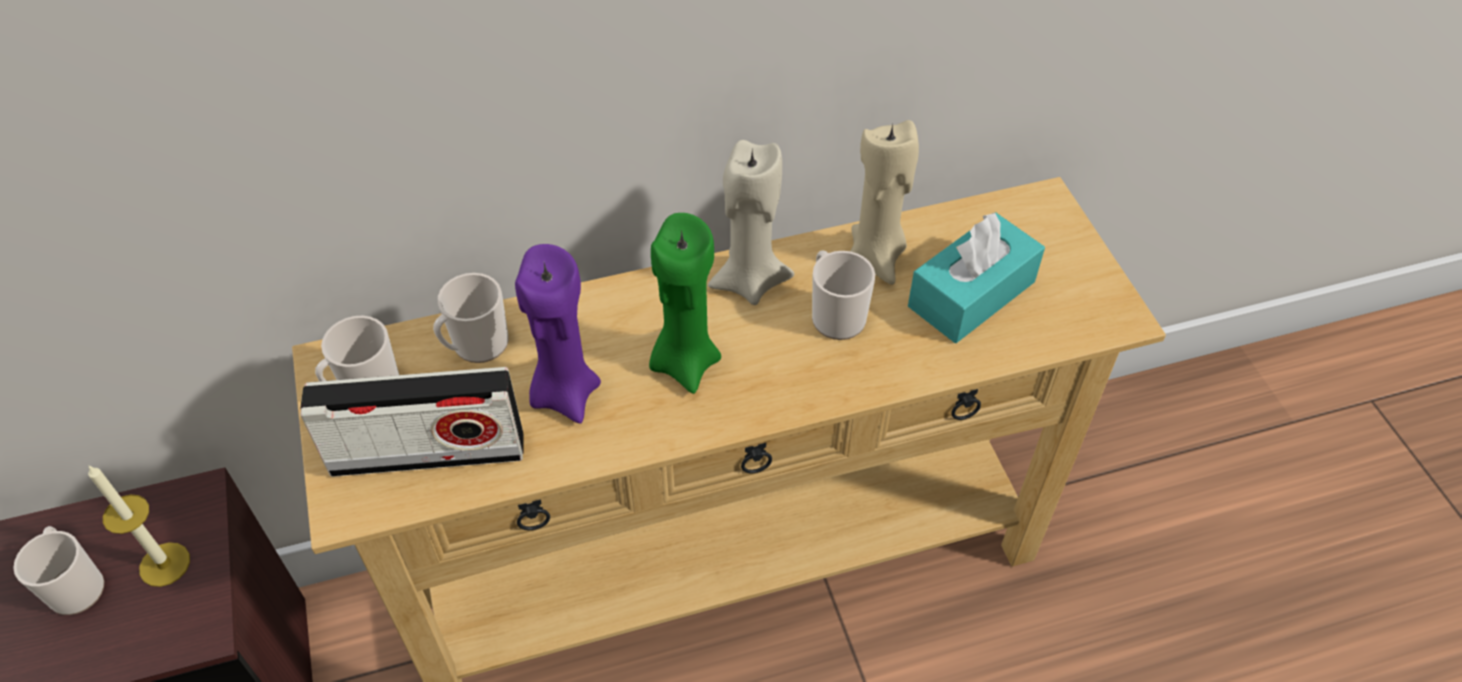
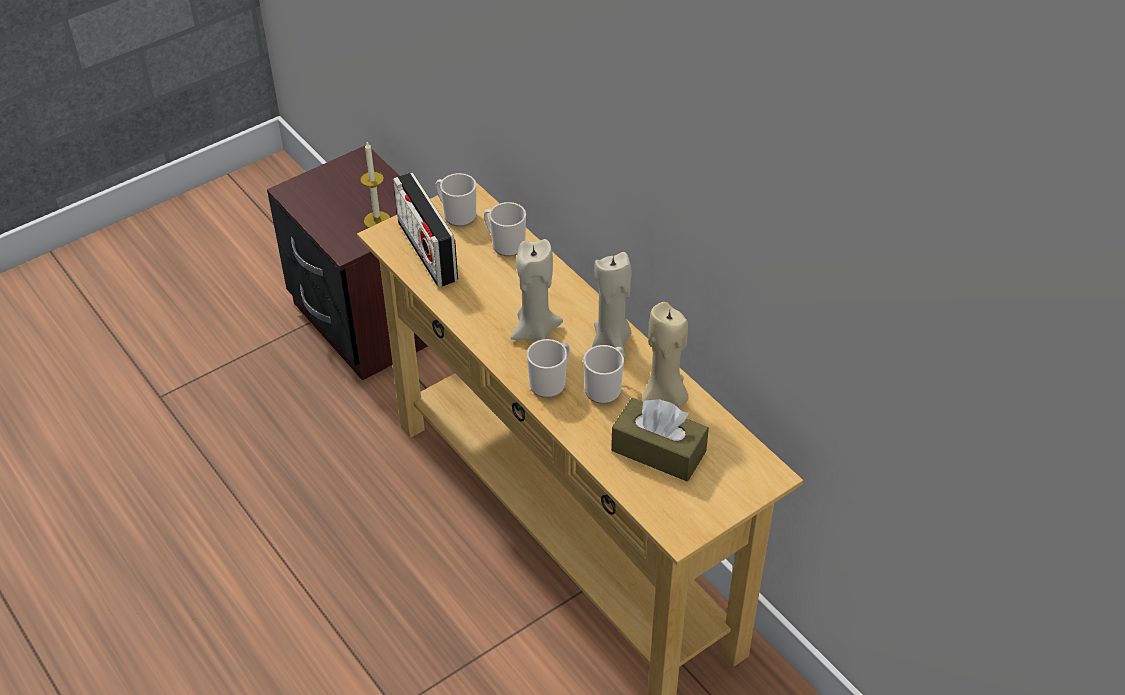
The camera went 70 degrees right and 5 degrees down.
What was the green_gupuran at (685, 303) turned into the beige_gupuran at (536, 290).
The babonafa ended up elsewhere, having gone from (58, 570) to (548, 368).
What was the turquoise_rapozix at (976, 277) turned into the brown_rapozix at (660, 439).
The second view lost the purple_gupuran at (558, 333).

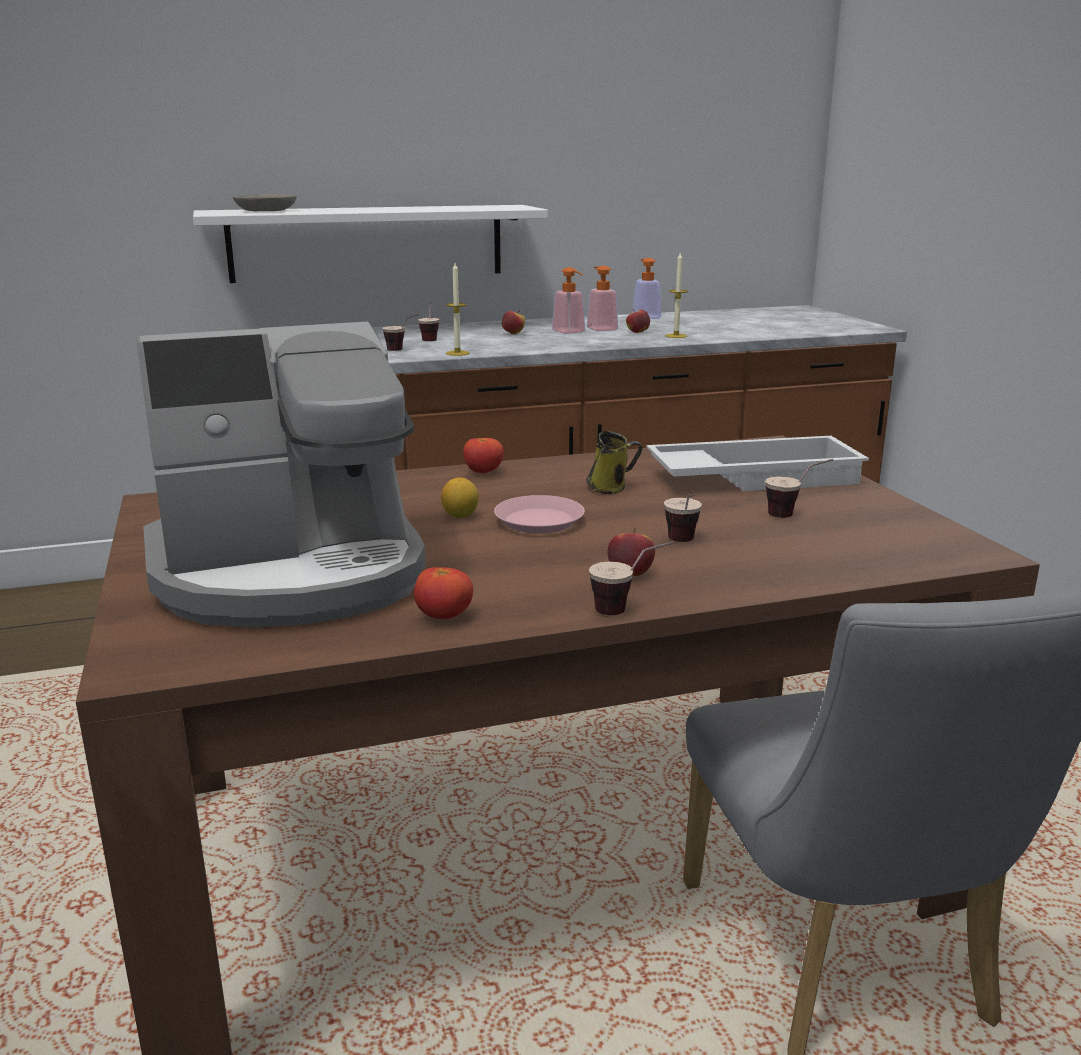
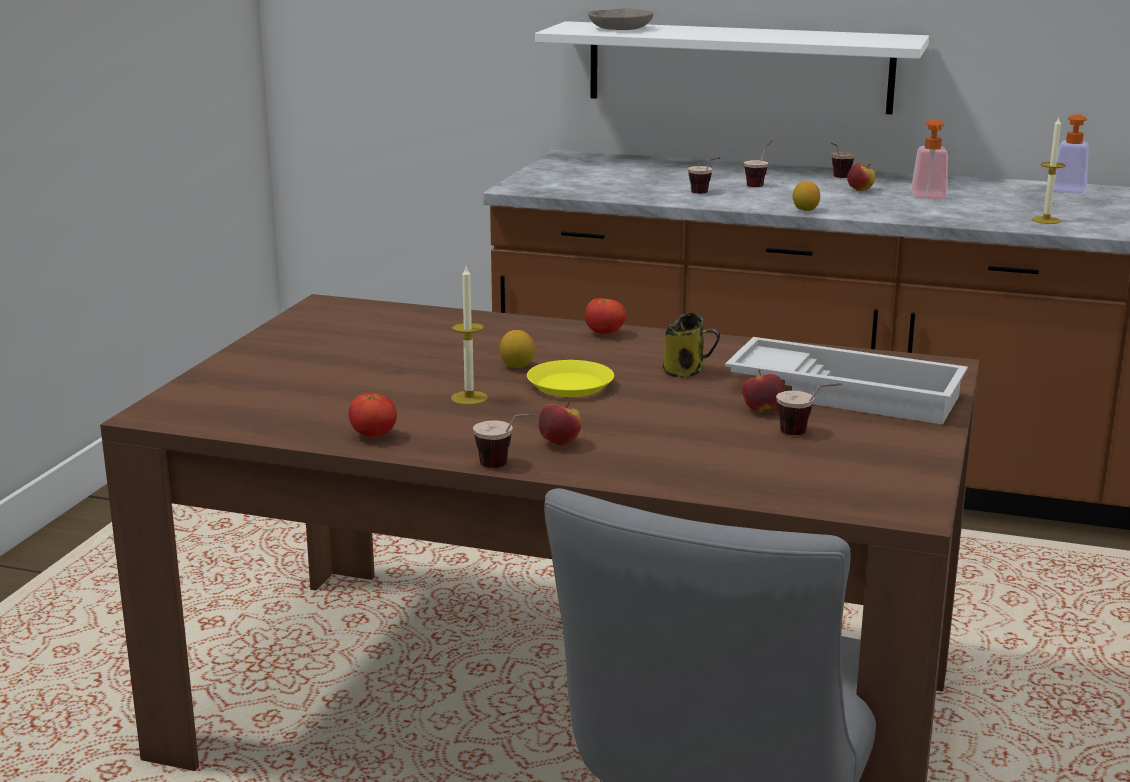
The camera went 35 degrees right and 0 degrees up.
The gupuran ended up elsewhere, having gone from (458, 309) to (469, 335).
What was the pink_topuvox at (539, 514) turned into the yellow_topuvox at (570, 378).
The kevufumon ended up elsewhere, having gone from (638, 321) to (763, 391).
The second view gained the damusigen at (806, 196).
The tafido ended up elsewhere, having gone from (683, 518) to (843, 160).
The second view lost the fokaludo at (281, 475).
The second view lost the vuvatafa at (602, 299).

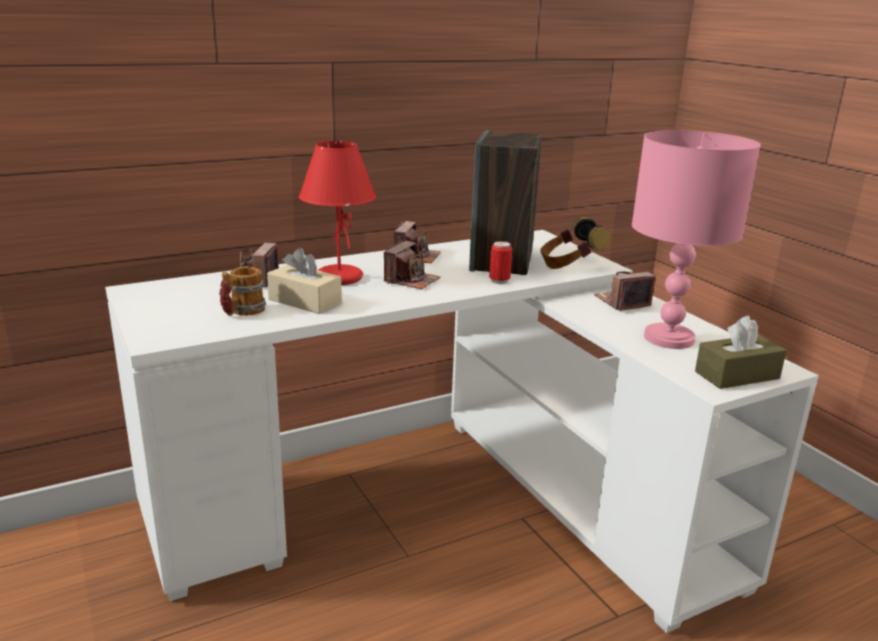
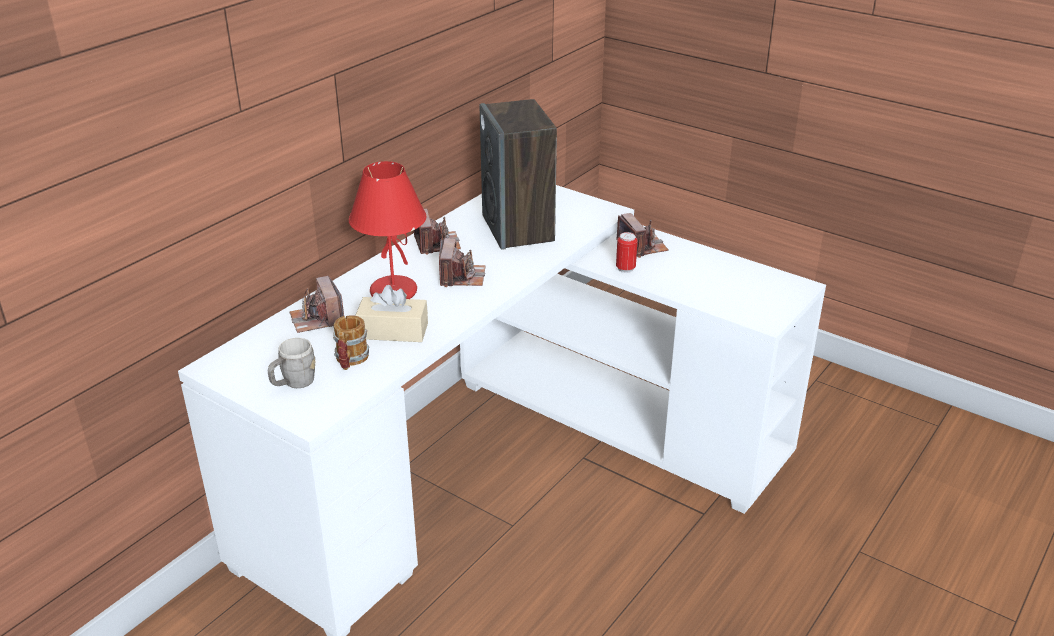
The camera went 25 degrees left and 10 degrees up.
The second view gained the grey_babonafa at (292, 363).
The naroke at (625, 291) ended up facing another way, 120 degrees clockwise from before.
The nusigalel ended up elsewhere, having gone from (500, 262) to (627, 252).
The second view lost the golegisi at (575, 243).
The second view lost the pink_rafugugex at (696, 239).
The second view lost the brown_rapozix at (741, 352).

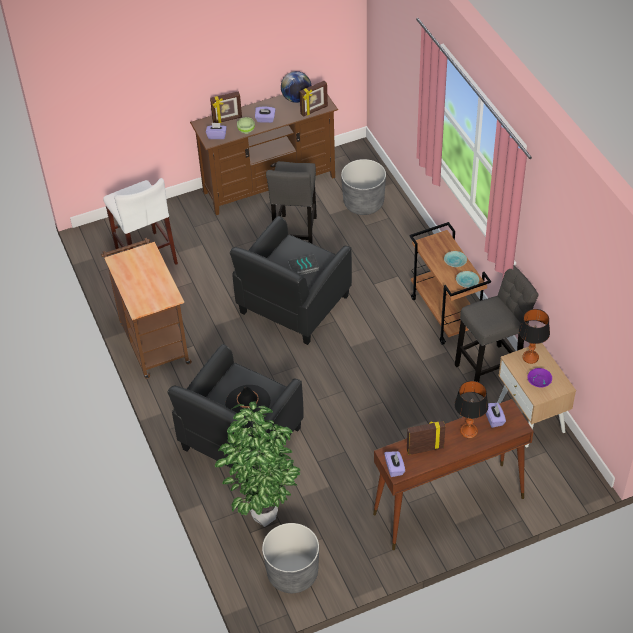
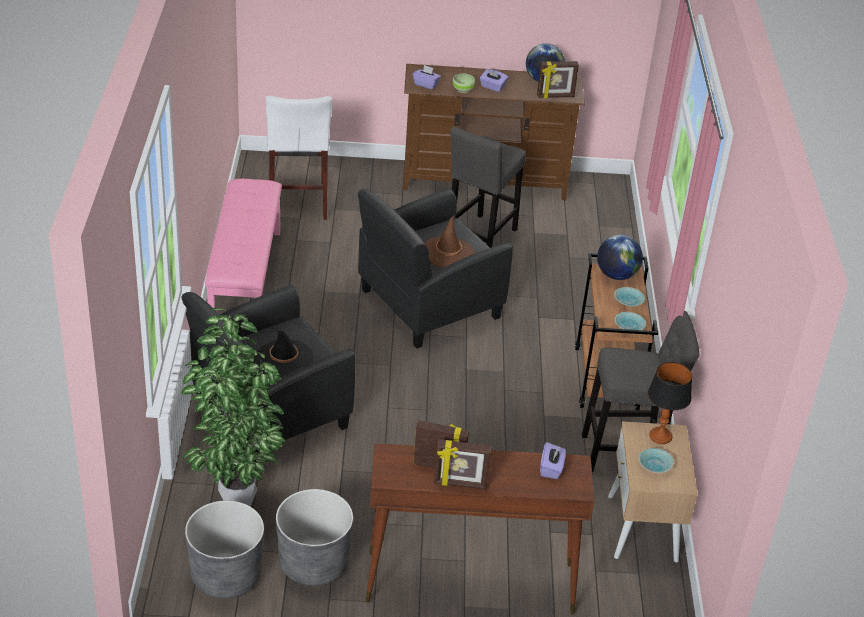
The camera went 20 degrees right and 10 degrees down.
Where the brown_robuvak stood at (146, 308), the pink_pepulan came to stand at (243, 243).
The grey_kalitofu ended up elsewhere, having gone from (363, 187) to (314, 537).
Where the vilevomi stood at (303, 264), the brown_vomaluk came to stand at (450, 241).
The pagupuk ended up elsewhere, having gone from (226, 107) to (462, 464).
The second view gained the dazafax at (620, 257).
What was the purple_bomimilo at (540, 377) turned into the turquoise_bomimilo at (656, 460).
The second view lost the purple_rapozix at (394, 464).
The second view lost the rafugugex at (471, 409).

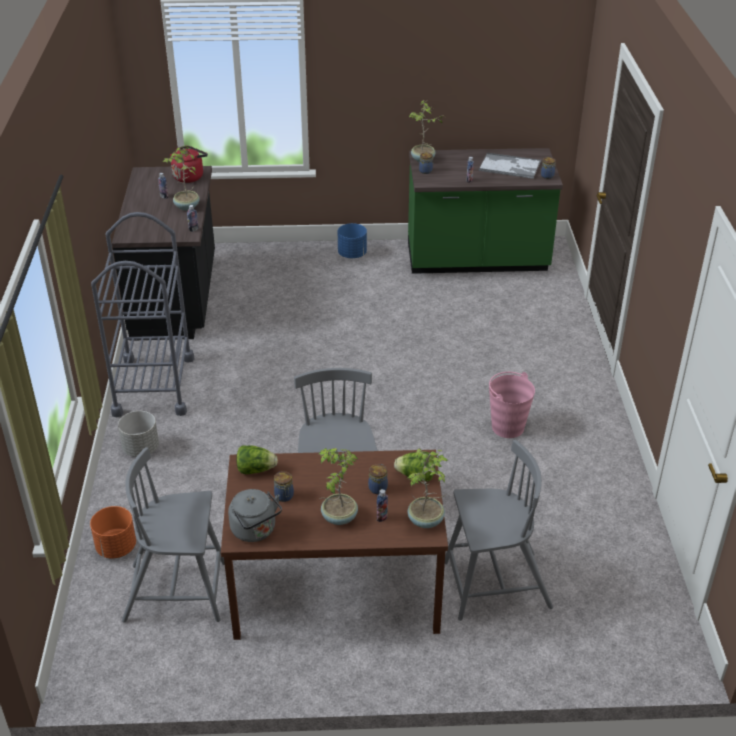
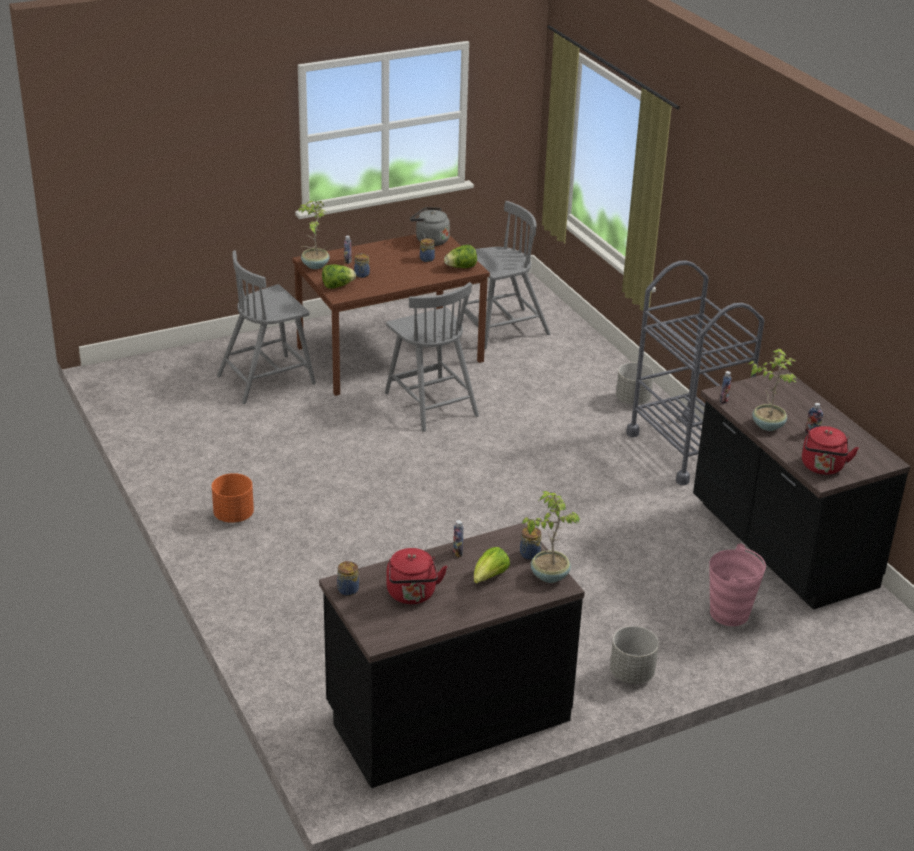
The camera went 155 degrees right and 5 degrees down.
The orange_kalitofu ended up elsewhere, having gone from (113, 532) to (233, 498).
What was the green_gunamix at (485, 211) turned into the black_gunamix at (452, 655).
Where the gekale stood at (510, 166), the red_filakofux came to stand at (417, 576).
The second view gained the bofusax at (492, 565).
What was the blue_kalitofu at (352, 240) turned into the grey_kalitofu at (634, 655).
The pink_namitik ended up elsewhere, having gone from (512, 405) to (737, 584).
The second view lost the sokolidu at (338, 486).

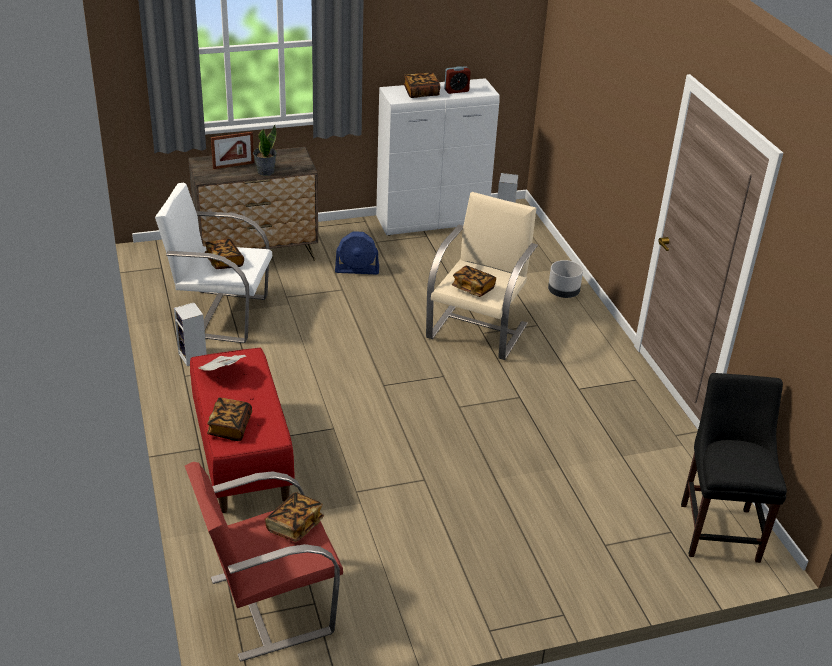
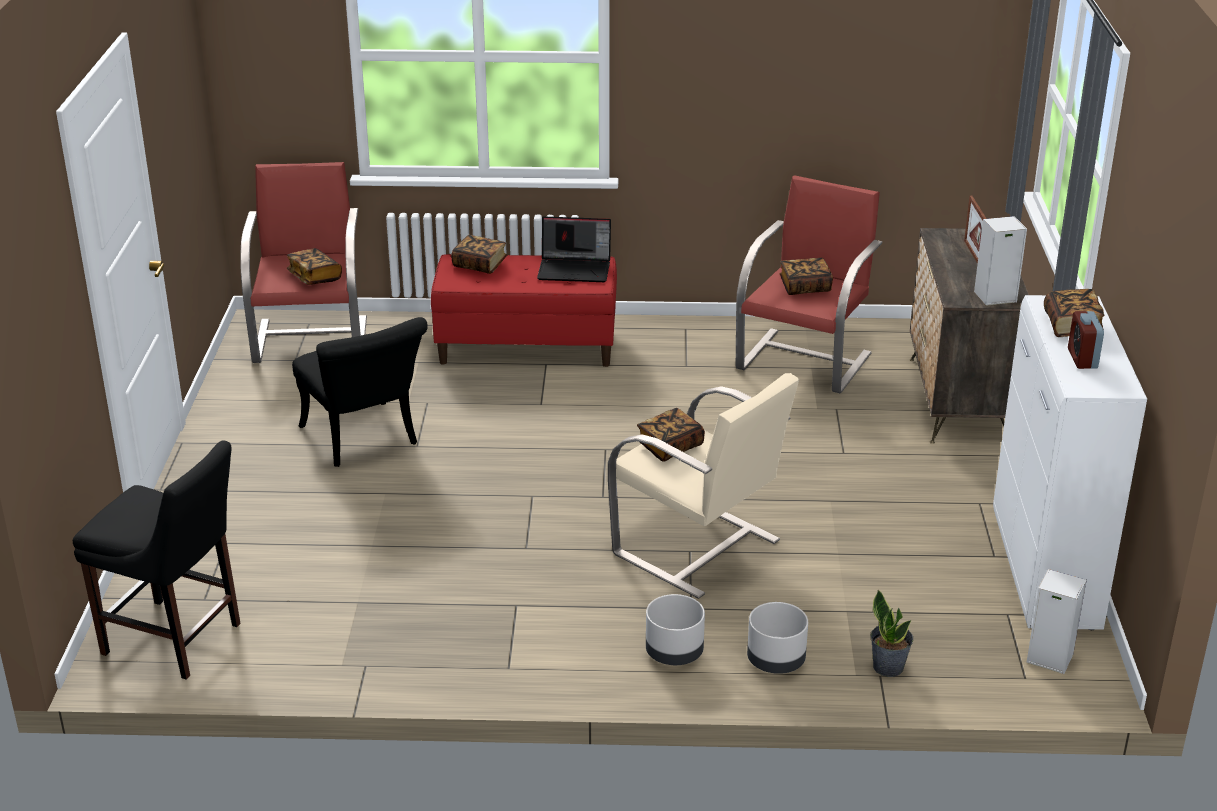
The camera went 110 degrees right and 5 degrees down.
The second view gained the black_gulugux at (359, 392).
Where the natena stood at (222, 363), the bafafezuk came to stand at (574, 249).
The second view gained the grey_kalitofu at (675, 629).
What was the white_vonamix at (213, 263) turned into the red_vonamix at (809, 284).
The sokolidu ended up elsewhere, having gone from (265, 150) to (891, 633).
The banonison ended up elsewhere, having gone from (190, 334) to (1000, 261).
The second view lost the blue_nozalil at (357, 252).

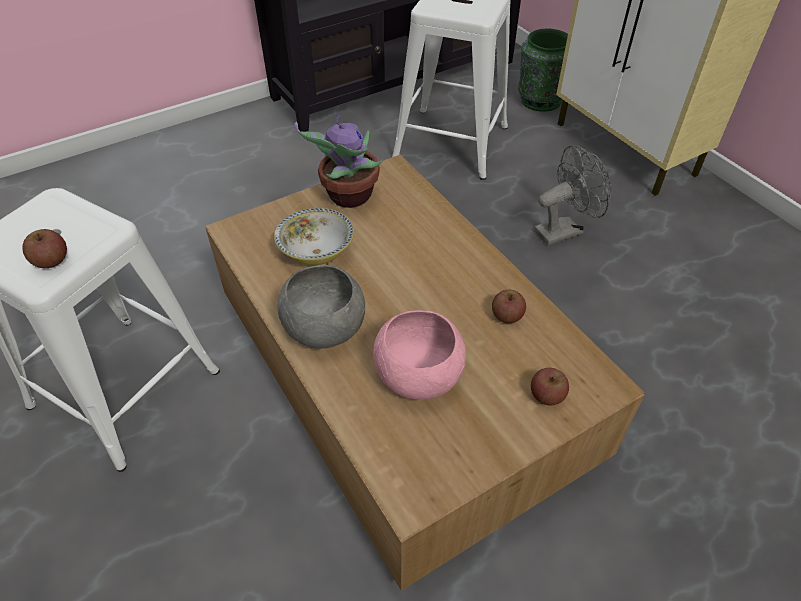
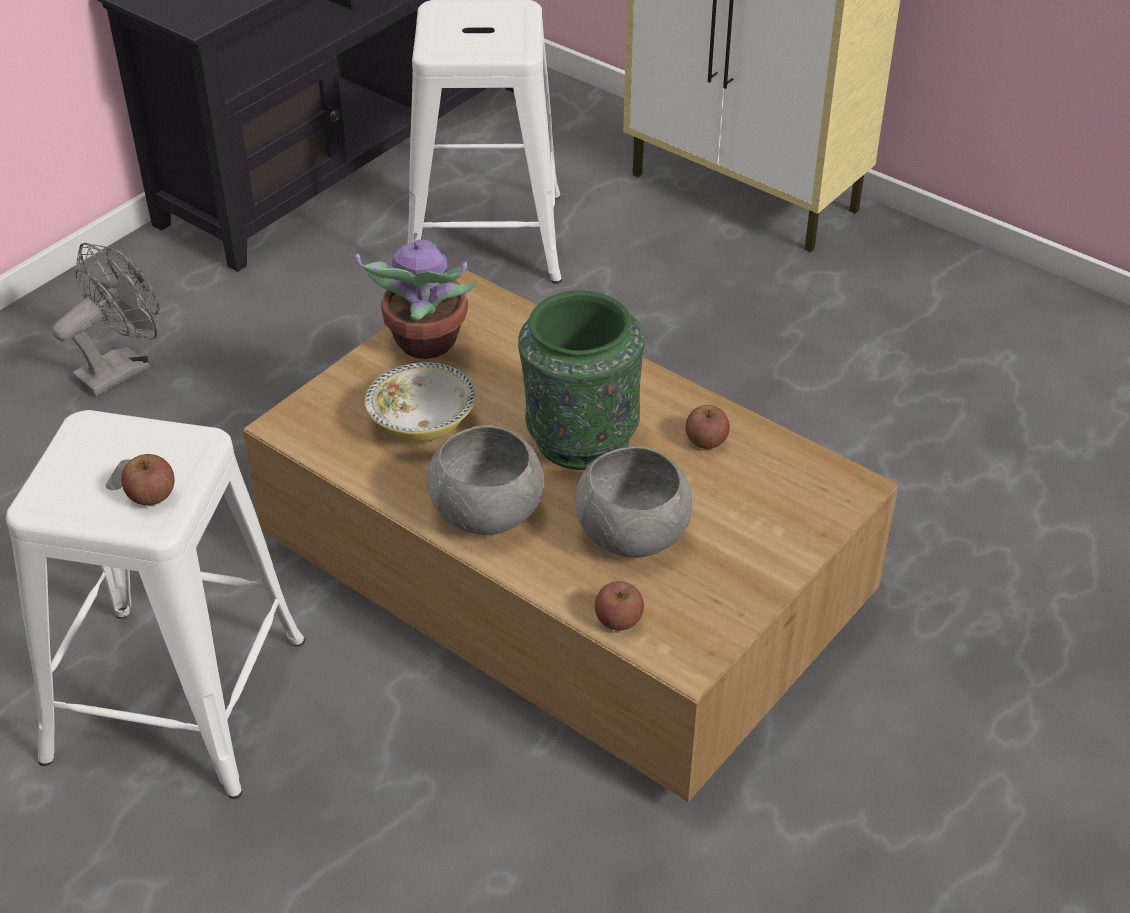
The camera went 20 degrees left and 5 degrees down.
The grey_nozalil ended up elsewhere, having gone from (573, 195) to (106, 319).
The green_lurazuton ended up elsewhere, having gone from (543, 70) to (581, 380).
What was the pink_bomimilo at (419, 355) turned into the grey_bomimilo at (634, 502).
The kevufumon ended up elsewhere, having gone from (550, 386) to (619, 606).

